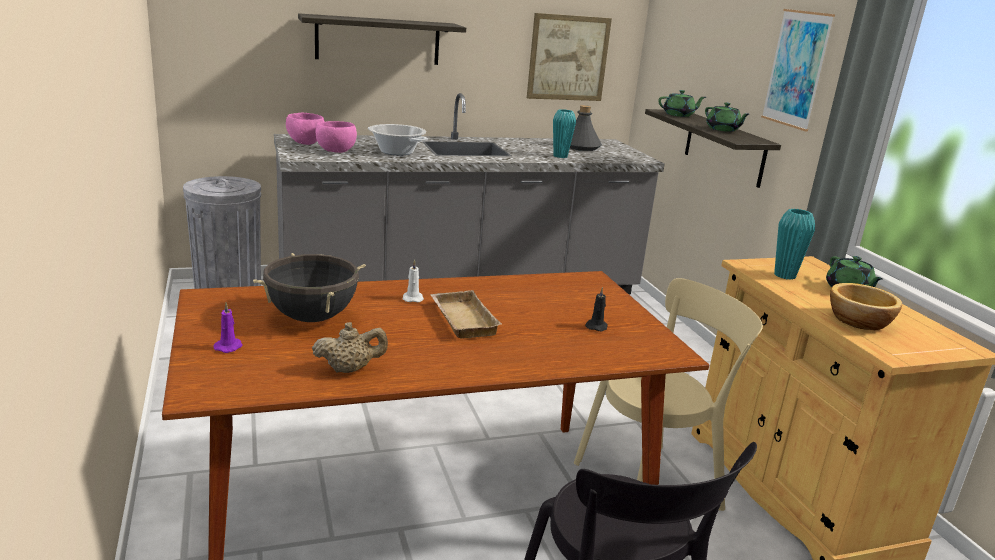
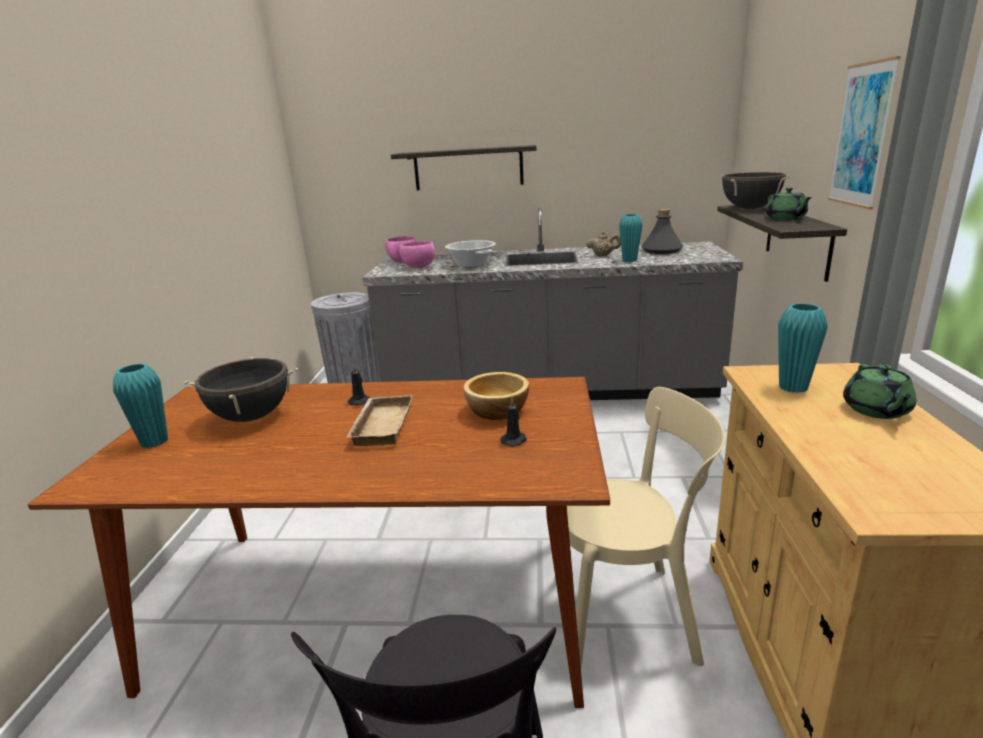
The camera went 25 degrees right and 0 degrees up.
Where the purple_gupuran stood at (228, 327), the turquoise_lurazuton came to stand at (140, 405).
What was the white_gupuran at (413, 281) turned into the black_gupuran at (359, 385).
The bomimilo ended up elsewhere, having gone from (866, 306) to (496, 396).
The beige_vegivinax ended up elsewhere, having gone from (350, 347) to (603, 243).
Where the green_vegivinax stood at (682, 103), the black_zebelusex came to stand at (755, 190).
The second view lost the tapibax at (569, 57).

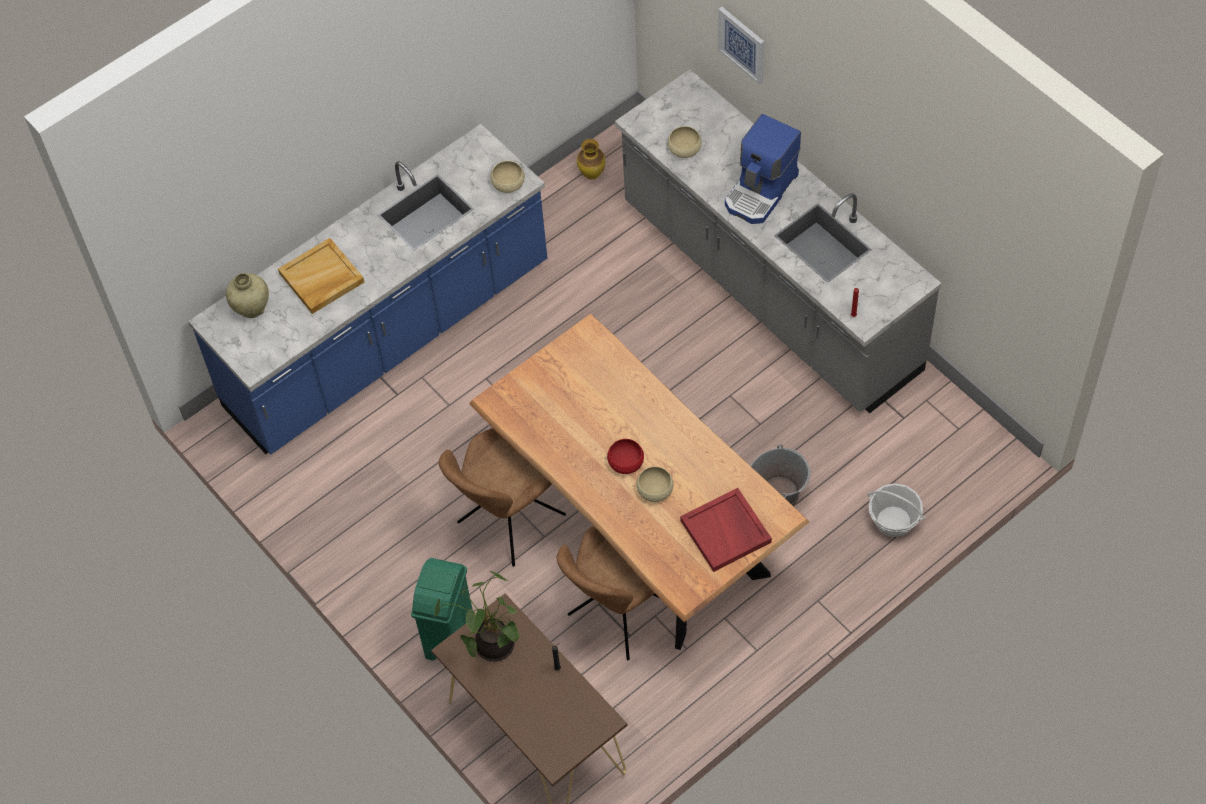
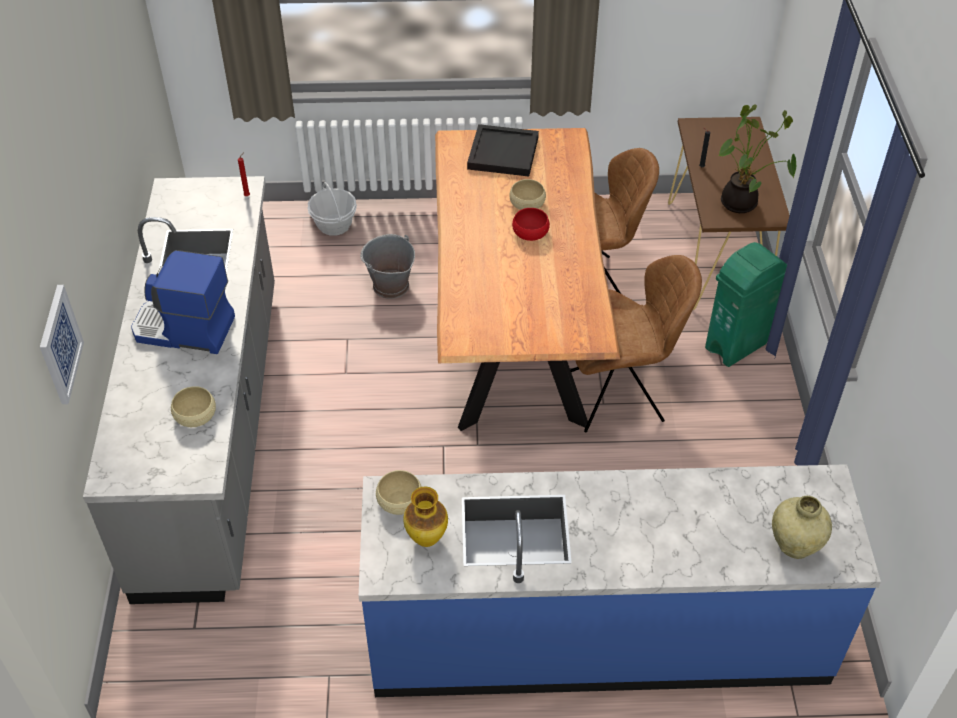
The camera went 145 degrees left and 10 degrees down.
The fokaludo at (763, 169) ended up facing another way, 150 degrees counterclockwise from before.
The lurazuton ended up elsewhere, having gone from (591, 159) to (425, 517).
What was the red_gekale at (726, 530) turned into the black_gekale at (503, 150).
The second view lost the beige_gekale at (321, 276).

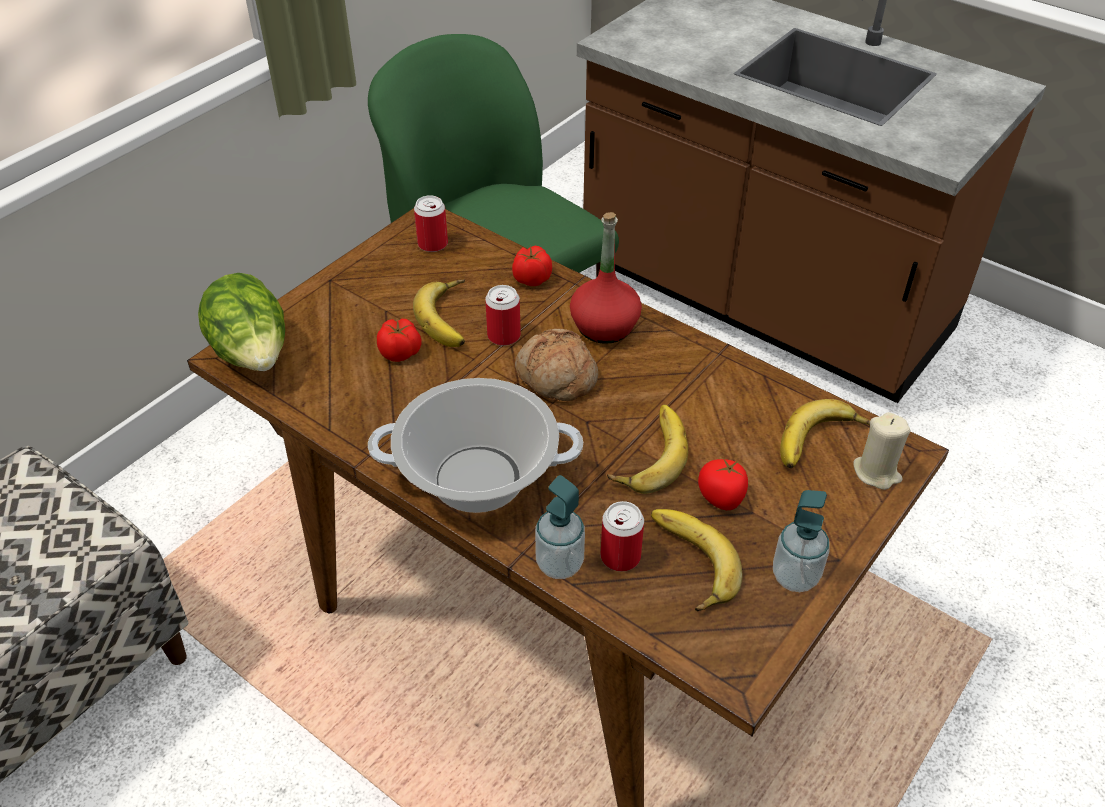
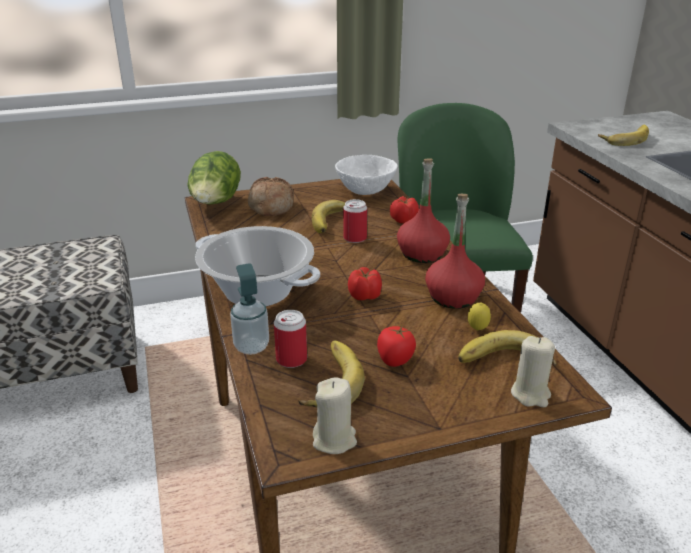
The camera went 35 degrees right and 15 degrees down.
The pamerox ended up elsewhere, having gone from (556, 365) to (271, 196).
The second view gained the beige_gupuran at (335, 415).
Where the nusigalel stood at (431, 223), the white_bomimilo came to stand at (366, 175).
The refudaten ended up elsewhere, having gone from (399, 340) to (365, 283).
The second view gained the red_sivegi at (455, 251).
The second view gained the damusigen at (479, 316).
The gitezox ended up elsewhere, having gone from (647, 449) to (623, 135).
The second view lost the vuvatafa at (801, 541).

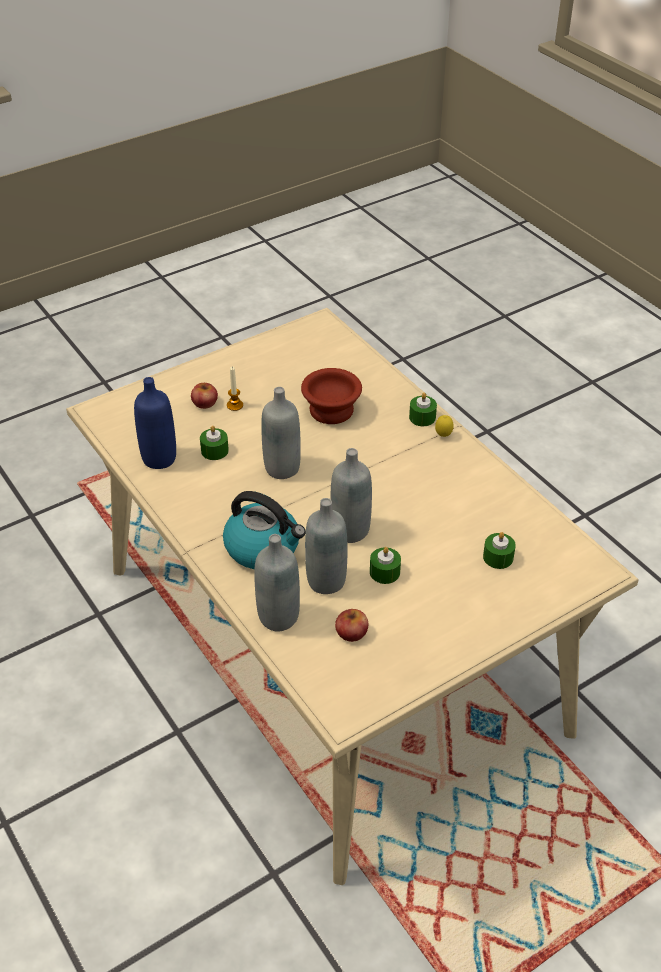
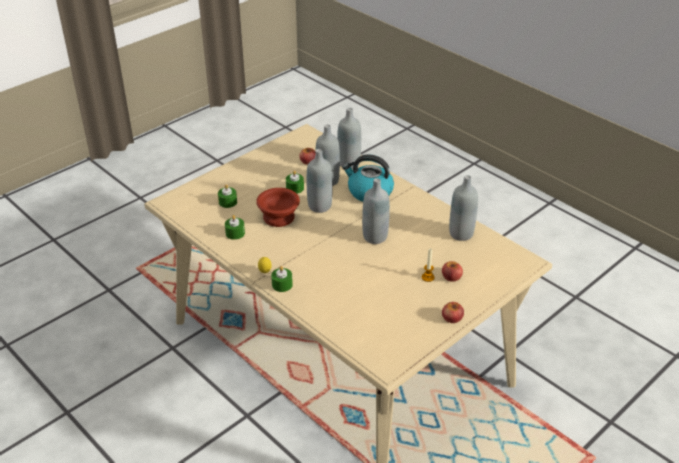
The camera went 170 degrees right and 5 degrees down.
The green_gupuran ended up elsewhere, having gone from (214, 443) to (235, 227).
The brown_bomimilo ended up elsewhere, having gone from (331, 396) to (278, 207).
The second view gained the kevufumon at (453, 312).
What was the blue_sivegi at (155, 423) turned into the grey_sivegi at (463, 208).

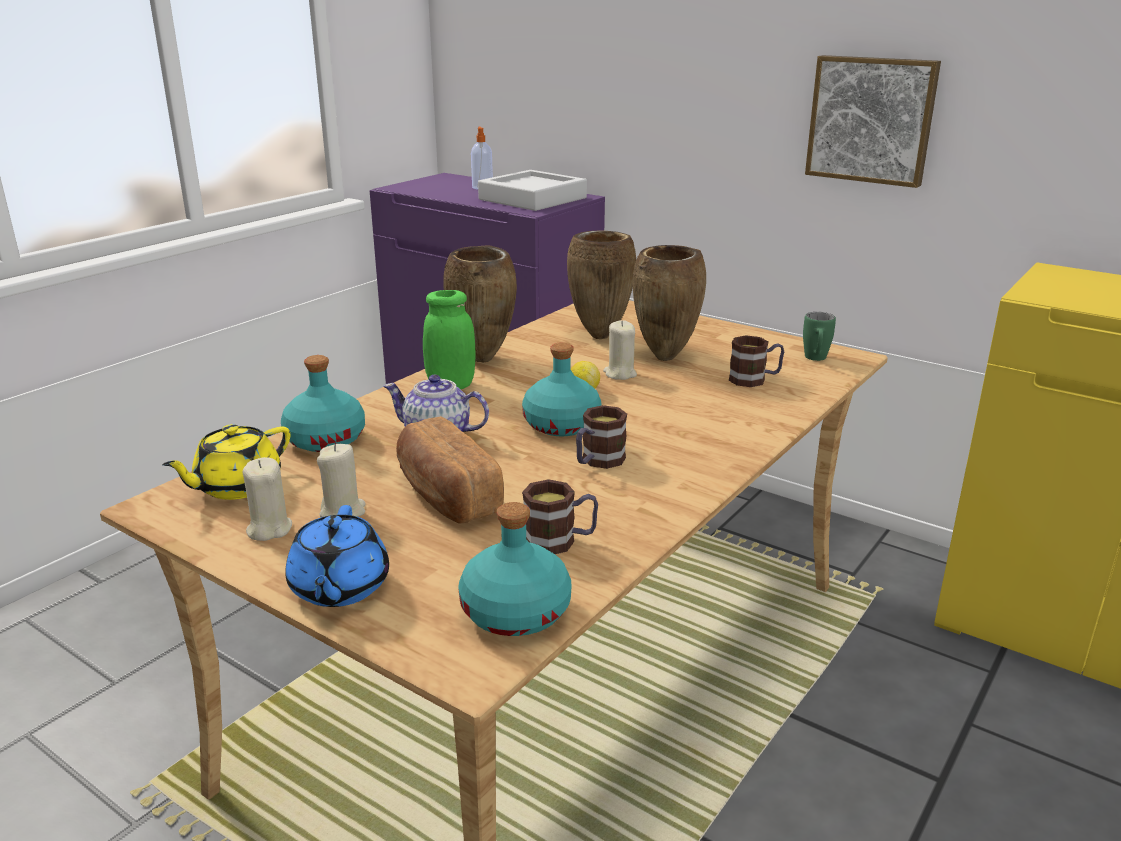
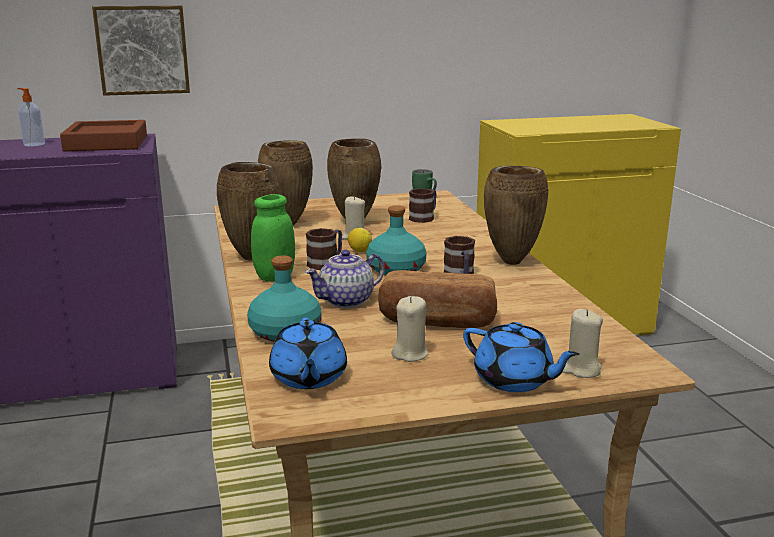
The camera went 50 degrees left and 5 degrees down.
What was the grey_gekale at (532, 190) turned into the brown_gekale at (103, 136).
The tapibax ended up elsewhere, having gone from (873, 121) to (141, 51).
What was the yellow_vegivinax at (226, 462) turned into the blue_vegivinax at (308, 353).
The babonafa ended up elsewhere, having gone from (560, 516) to (324, 249).
The second view gained the brown_lurazuton at (516, 215).
The beige_gupuran ended up elsewhere, having gone from (267, 499) to (583, 343).
The second view lost the turquoise_sivegi at (515, 569).

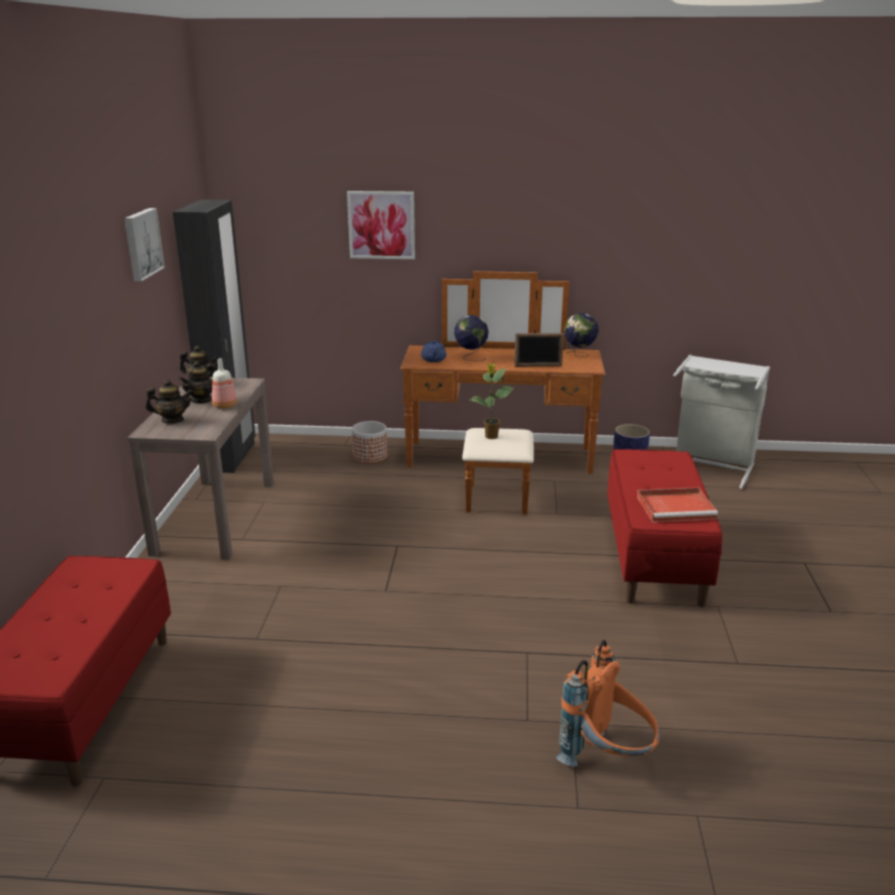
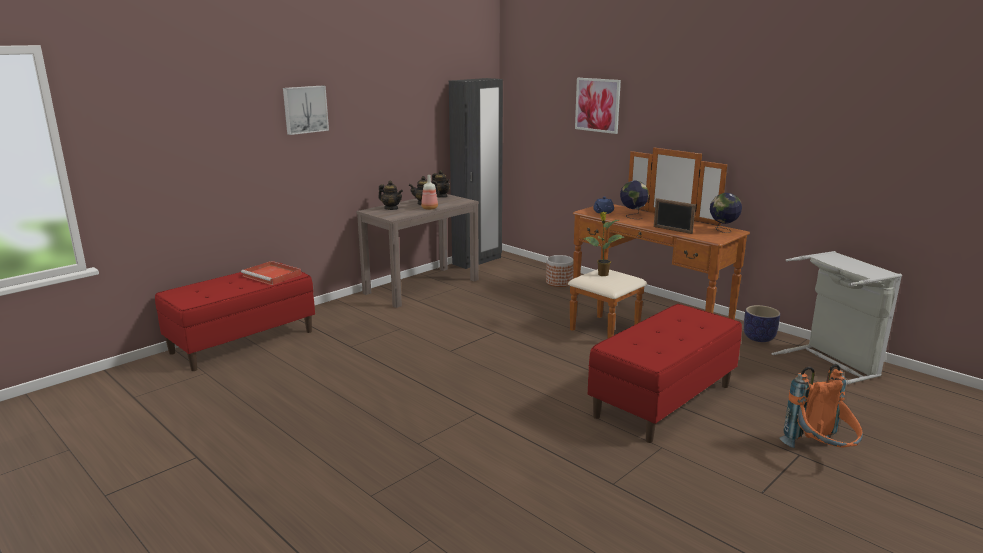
The camera went 40 degrees right and 5 degrees down.
The red_gekale ended up elsewhere, having gone from (677, 505) to (271, 273).
The tapibax ended up elsewhere, having gone from (144, 245) to (306, 110).
The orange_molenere ended up elsewhere, having gone from (608, 703) to (821, 406).

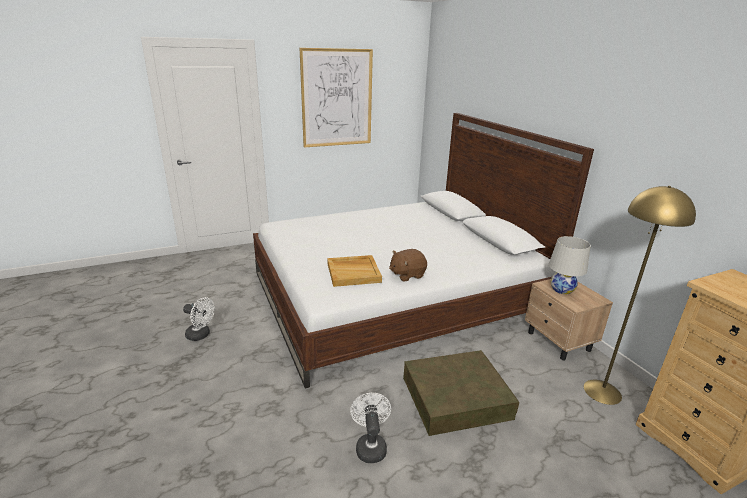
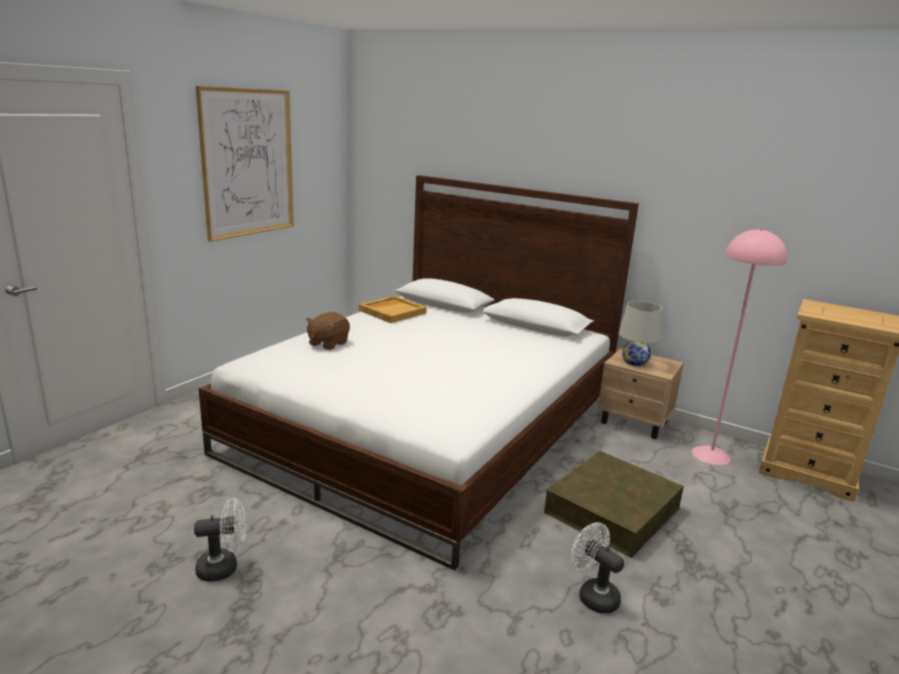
The camera went 35 degrees left and 5 degrees down.
The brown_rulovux ended up elsewhere, having gone from (408, 265) to (328, 331).
The beige_gekale ended up elsewhere, having gone from (354, 271) to (393, 309).
What was the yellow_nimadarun at (640, 295) turned into the pink_nimadarun at (739, 346).

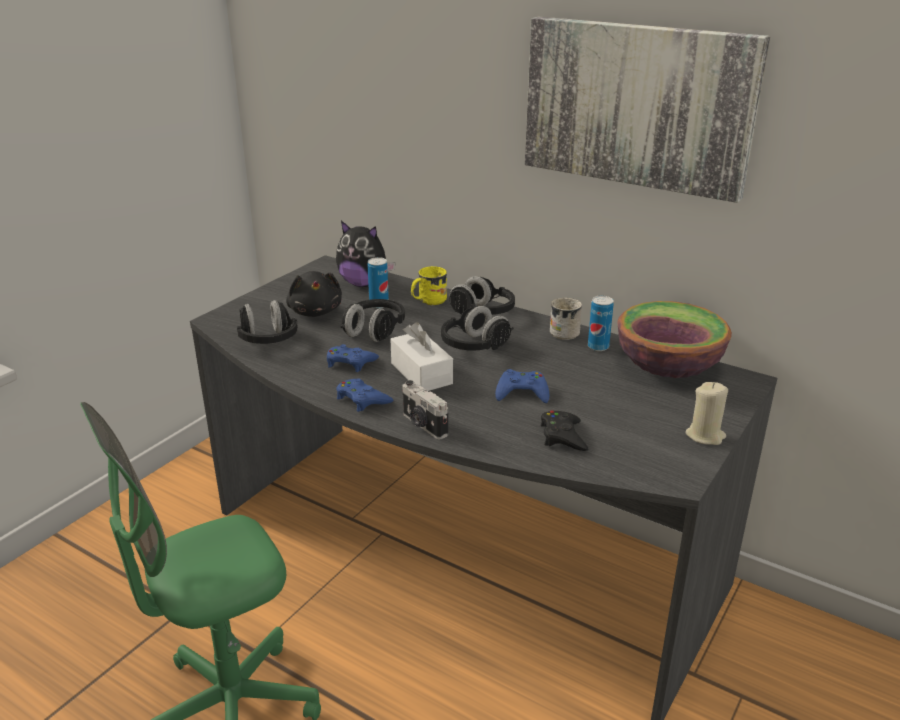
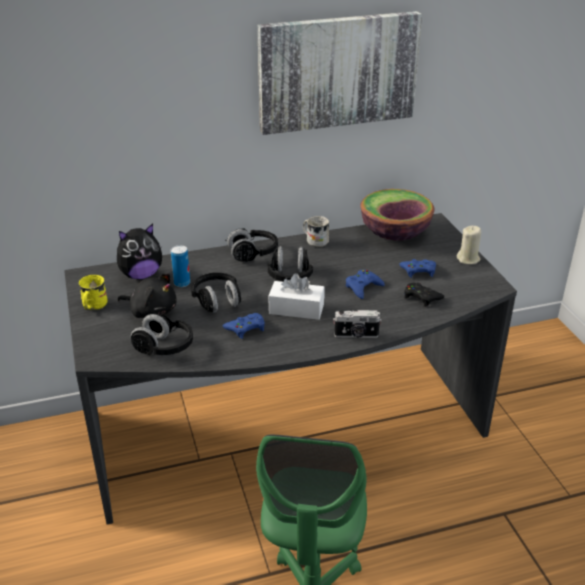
The camera went 50 degrees left and 5 degrees up.
The yellow_babonafa ended up elsewhere, having gone from (429, 286) to (93, 292).
The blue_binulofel ended up elsewhere, having gone from (364, 395) to (418, 268).
The second view lost the nusigalel at (601, 323).

